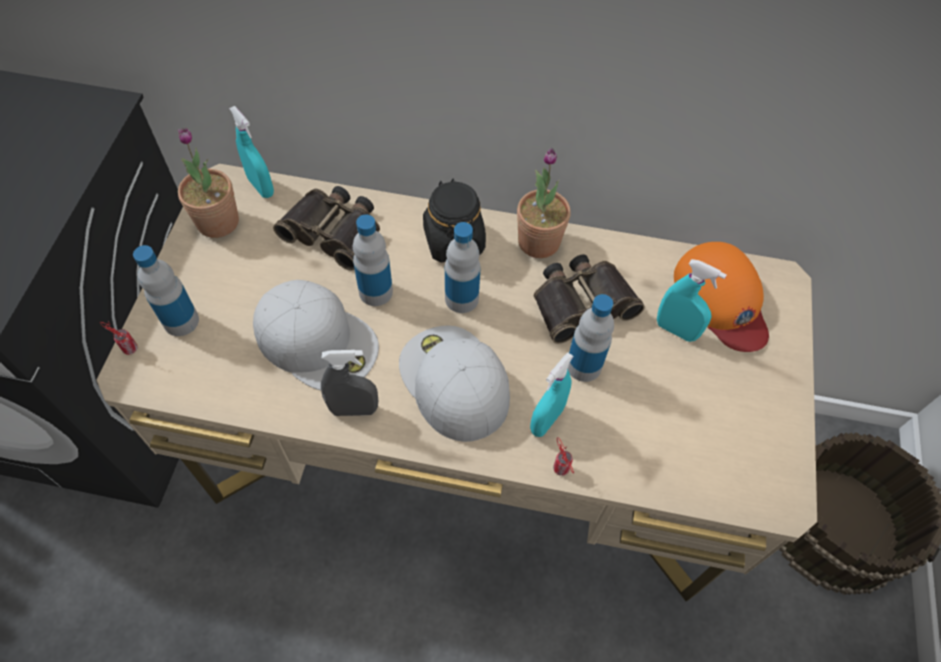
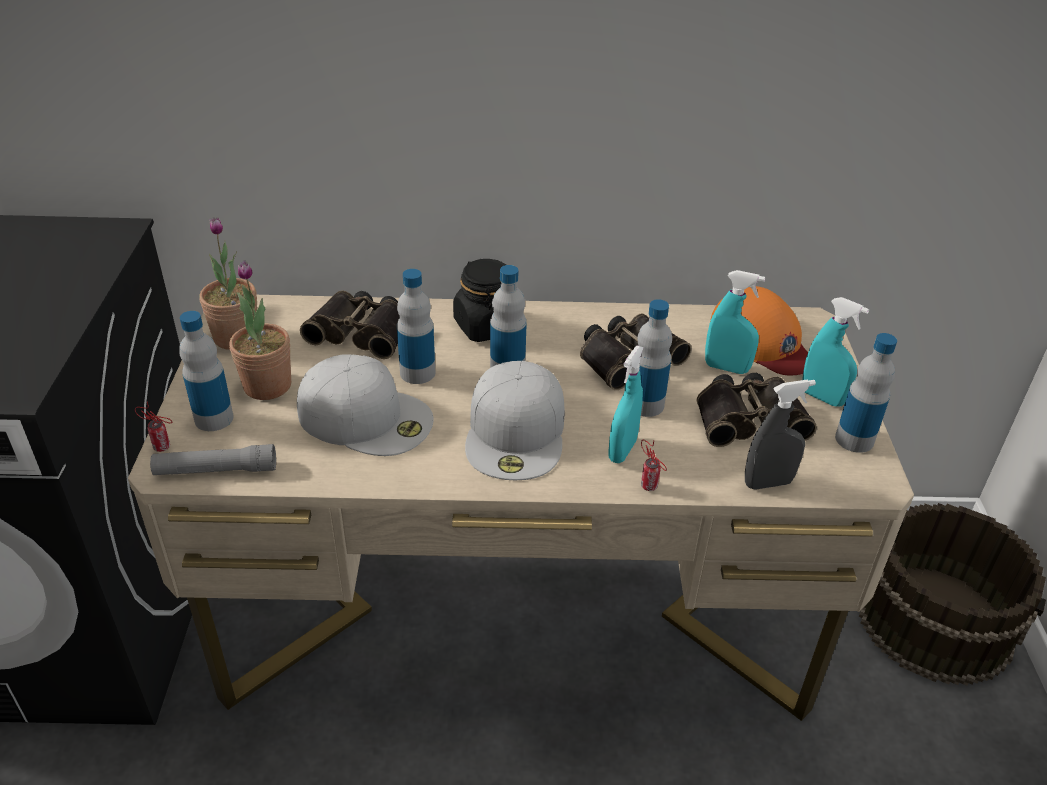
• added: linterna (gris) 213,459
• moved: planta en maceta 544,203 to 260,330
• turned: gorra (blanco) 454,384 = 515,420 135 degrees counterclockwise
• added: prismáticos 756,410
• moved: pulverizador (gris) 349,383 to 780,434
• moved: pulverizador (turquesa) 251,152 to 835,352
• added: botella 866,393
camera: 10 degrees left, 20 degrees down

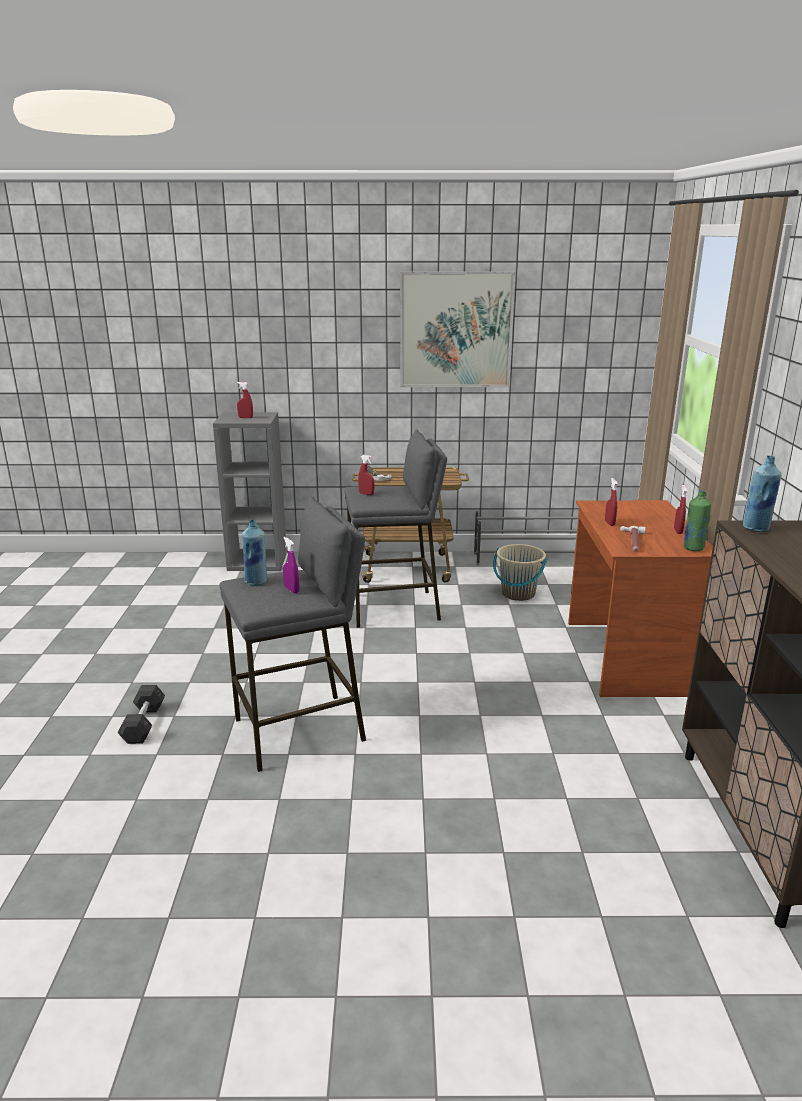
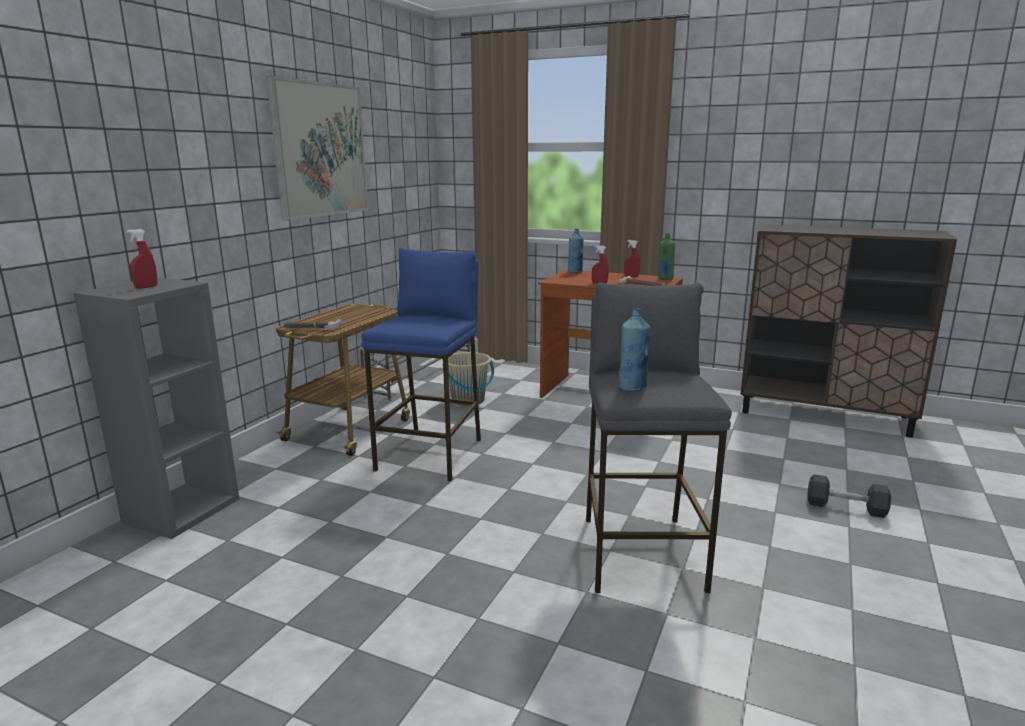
• recoloured: taburete (gris) 395,528 to taburete (azul) 421,364
• moved: botella (azul) 762,494 to 575,251
• moved: mancuerna (gris) 141,714 to 849,496
• removed: pulverizador (morado) 291,565
• removed: pulverizador (rojo) 366,475
camera: 65 degrees left, 5 degrees down

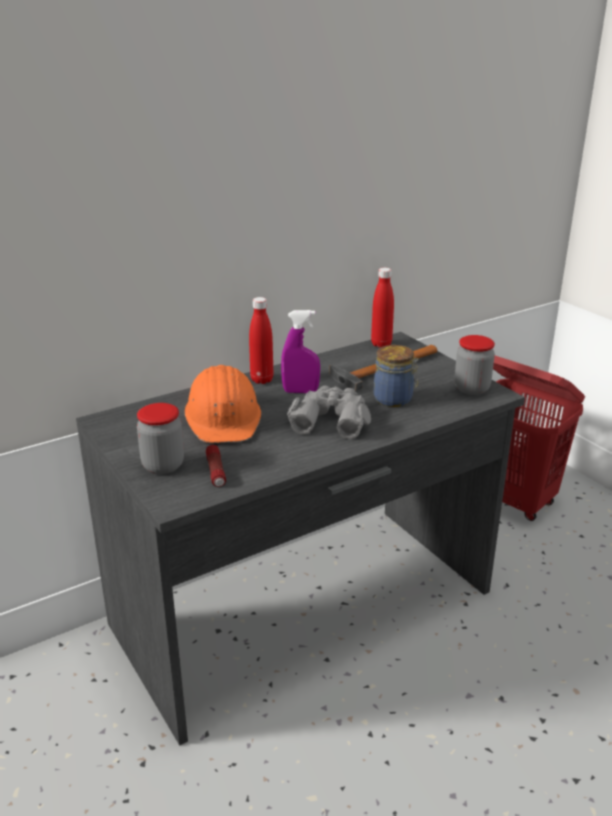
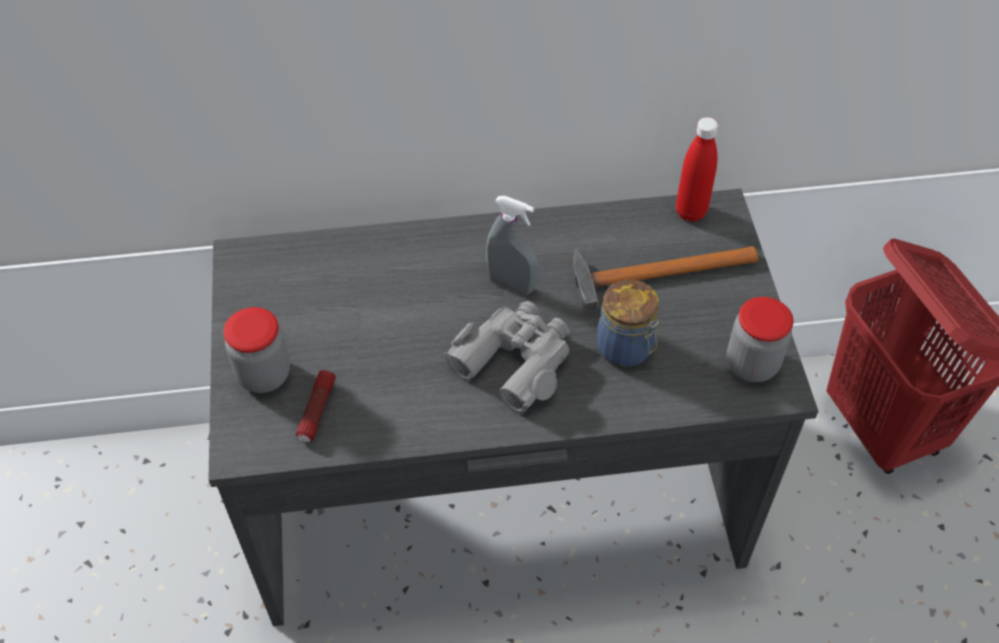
• recoloured: pulverizador (morado) 300,351 to pulverizador (gris) 512,245
• removed: casco (naranja) 222,404
• removed: botella (rojo) 261,340
camera: 25 degrees right, 25 degrees up

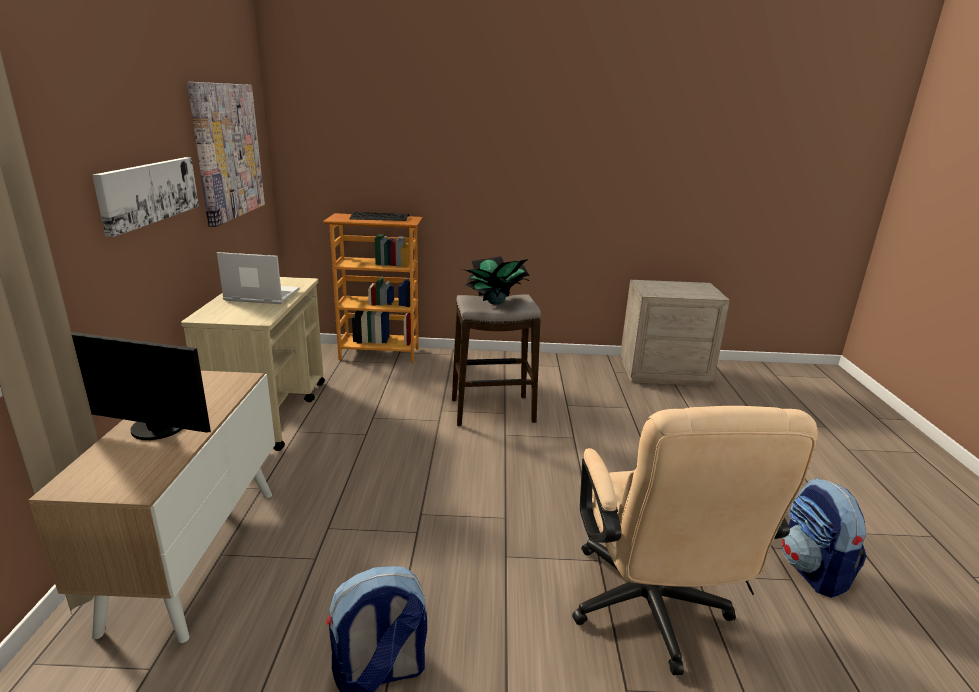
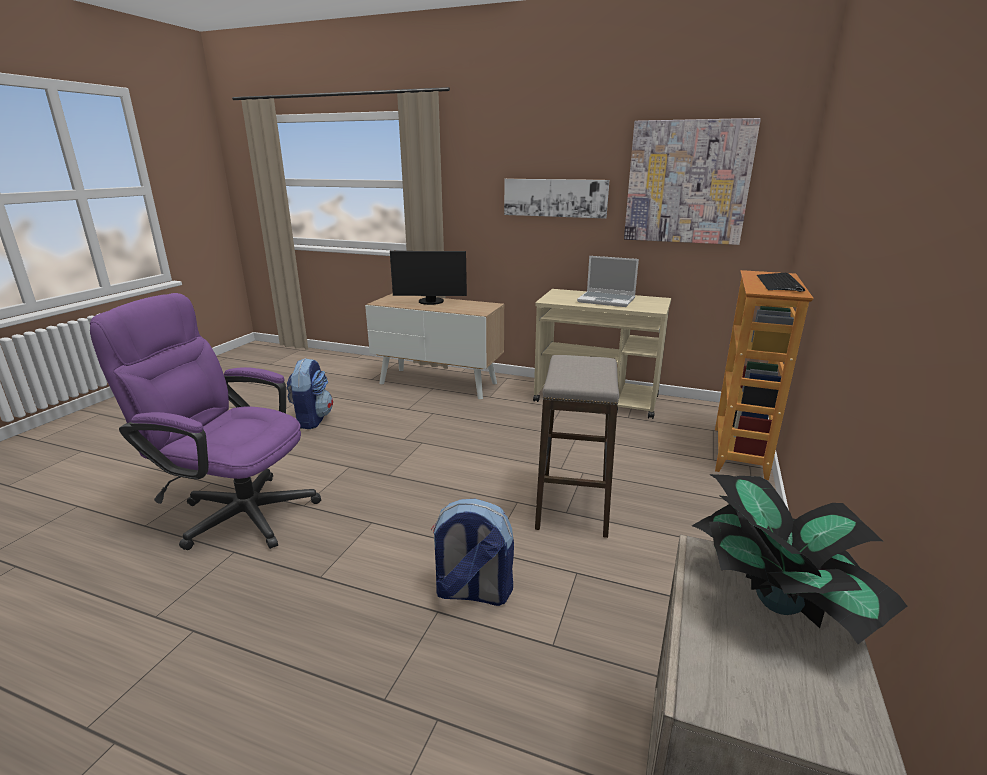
• recoloured: silla de oficina (beis) 695,540 to silla de oficina (morado) 205,421
• turned: monitor 141,386 = 428,278 120 degrees counterclockwise
• moved: mochila 824,538 to 472,552
• turned: portátil 258,278 = 608,281 90 degrees clockwise
• moved: planta en maceta 494,280 to 799,559
camera: 110 degrees right, 0 degrees up

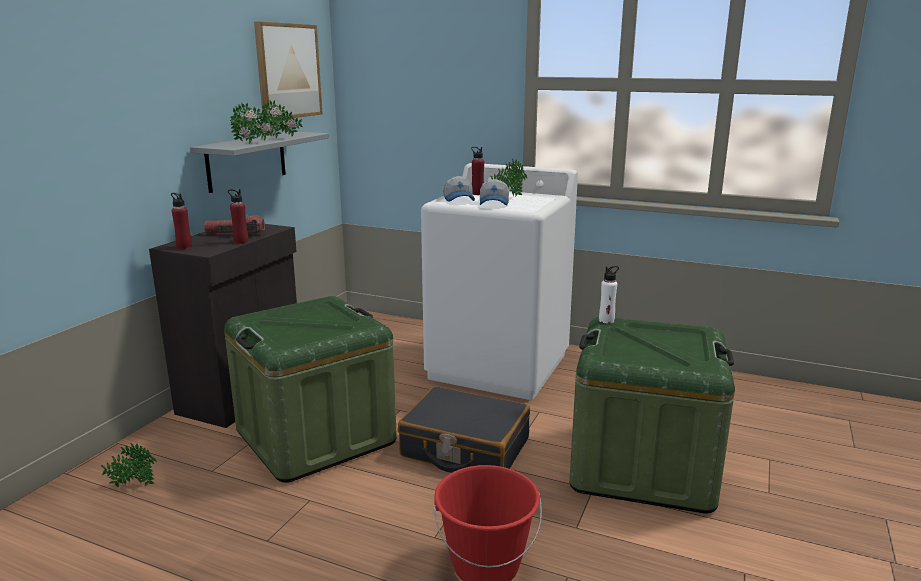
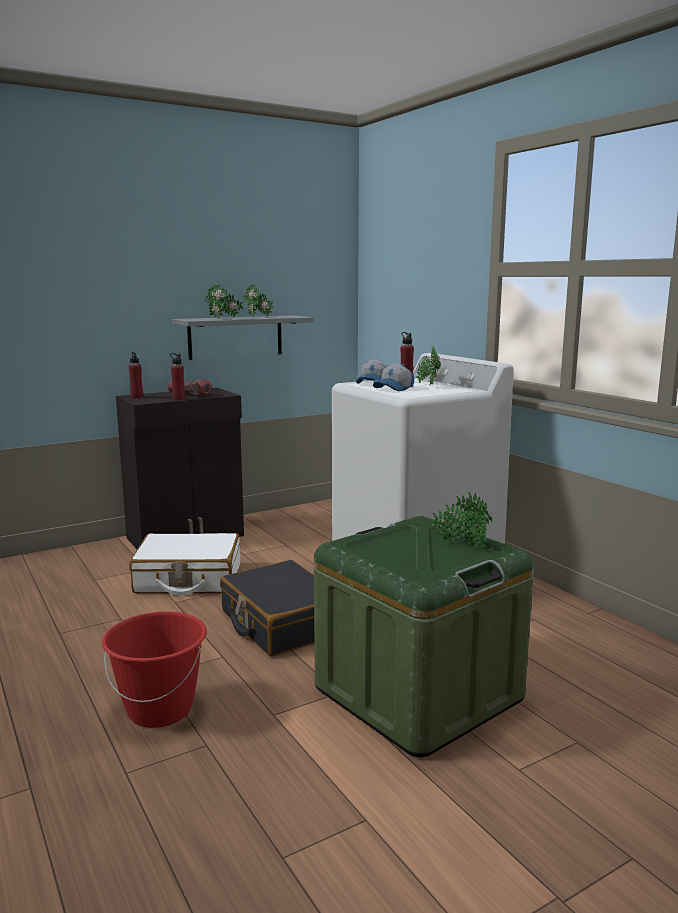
• replaced: caja de almacenaje (verde) 310,389 to maleta (blanco) 184,564
• moved: planta en maceta 129,465 to 462,520
• removed: cuadro 288,70
• removed: botella (blanco) 609,295
camera: 35 degrees right, 5 degrees down

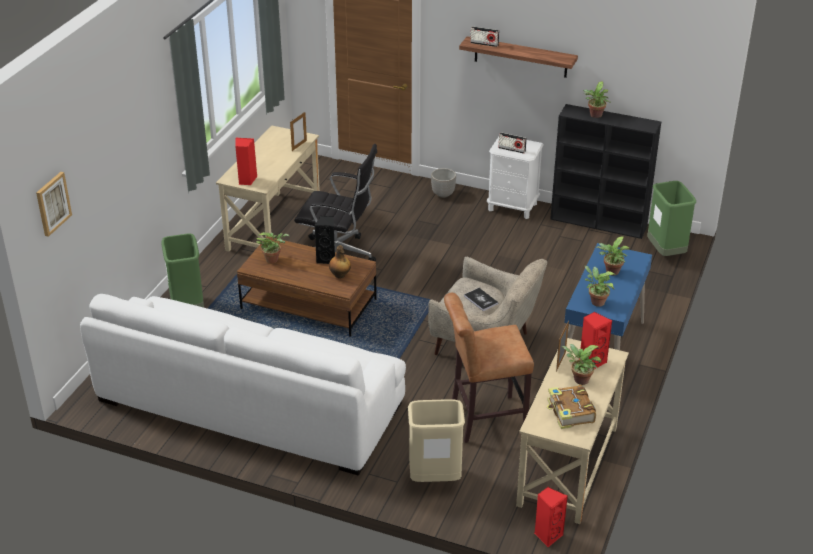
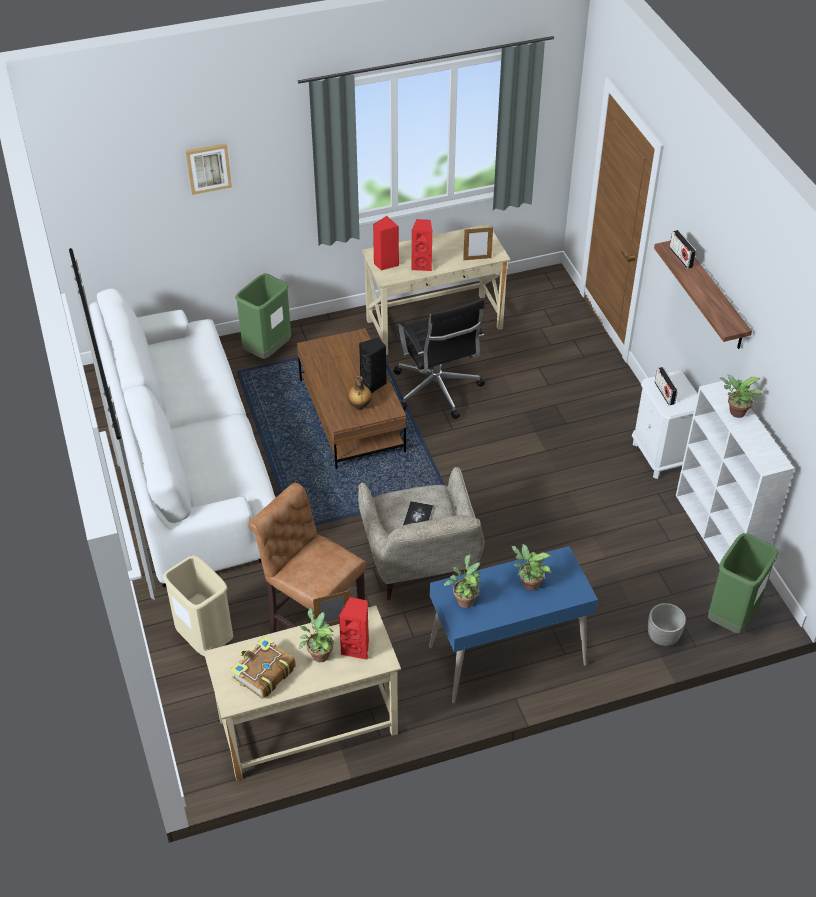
• moved: cuadro 54,204 to 209,169
• moved: altavoz (rojo) 551,517 to 422,245
• moved: maceta 443,183 to 667,624
• recoloured: estantería (negro) 605,171 to estantería (blanco) 735,471
• removed: planta en maceta 272,247
camera: 50 degrees right, 10 degrees up

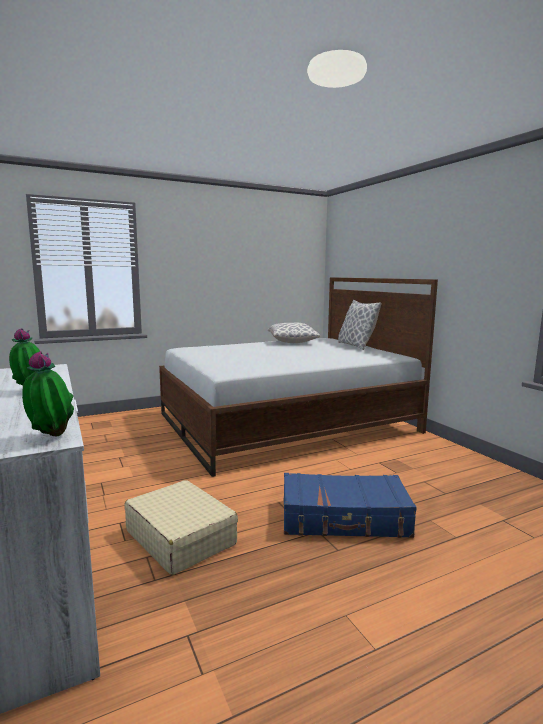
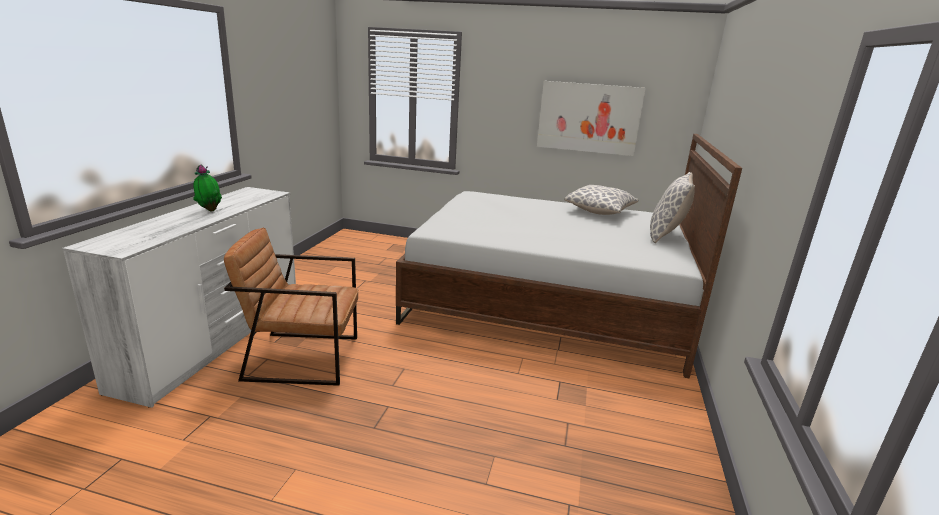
• replaced: maleta (beis) 181,527 to sillón (marrón) 291,306
• added: cuadro 591,118
• removed: planta en maceta 48,394
• removed: maleta (azul) 350,505
camera: 40 degrees right, 10 degrees up

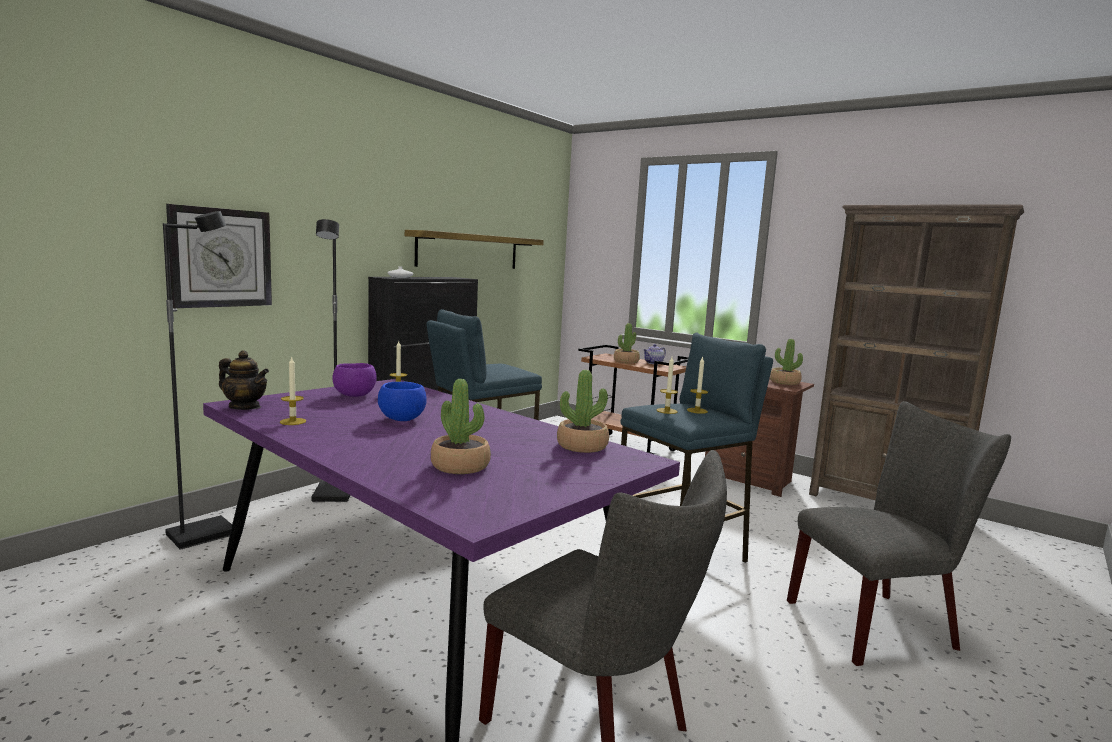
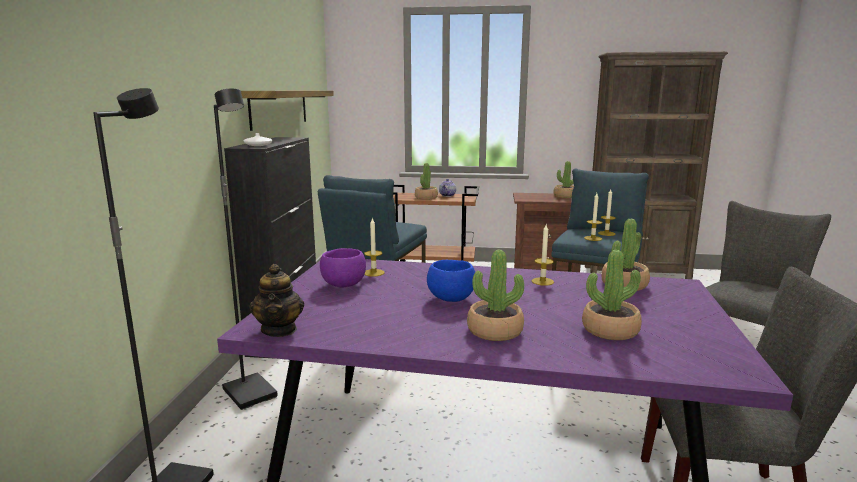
• turned: tetera 244,380 = 276,300 90 degrees clockwise
• added: planta en maceta 495,295
• moved: vela 293,390 to 543,255
• removed: reloj de pared 219,256
camera: 30 degrees left, 5 degrees up

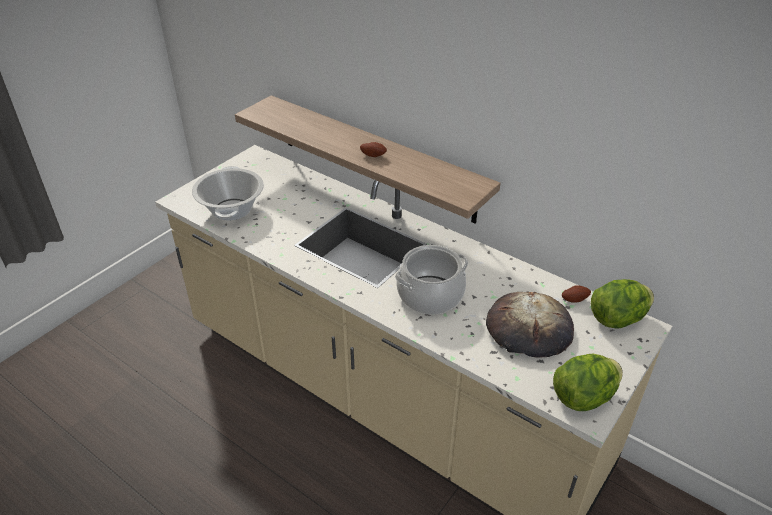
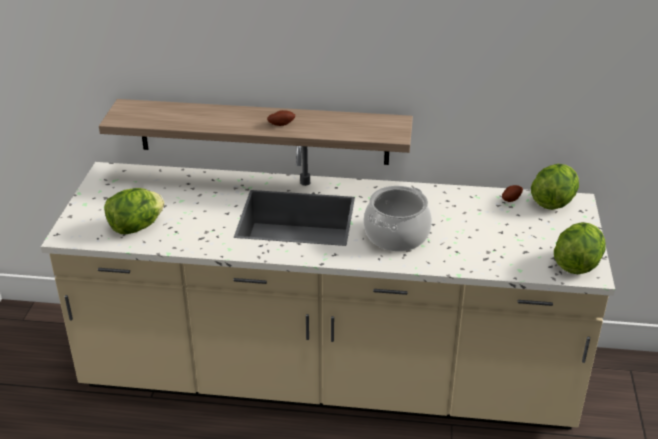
• replaced: olla 228,193 to lechuga 134,211
• removed: pan 530,324
camera: 30 degrees left, 5 degrees down

